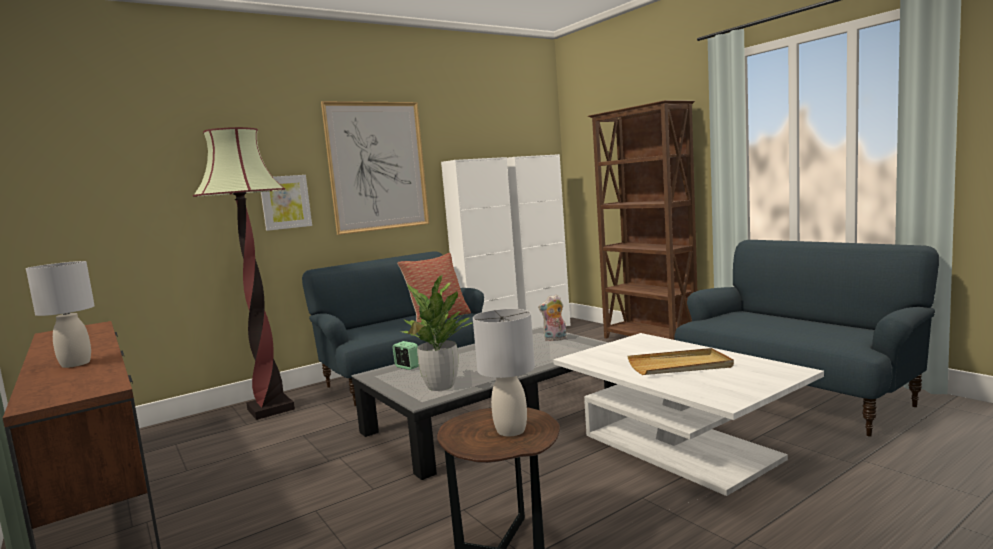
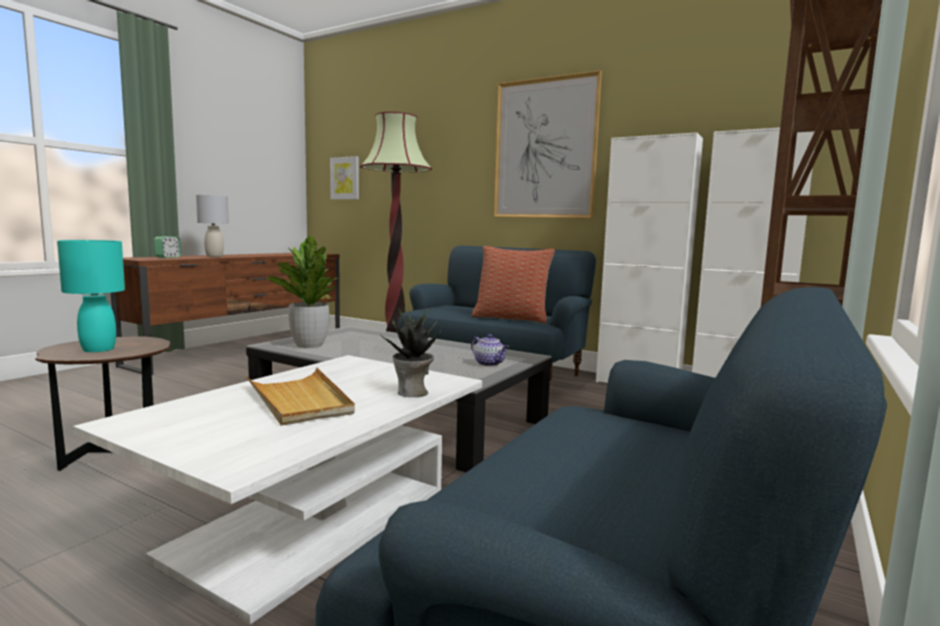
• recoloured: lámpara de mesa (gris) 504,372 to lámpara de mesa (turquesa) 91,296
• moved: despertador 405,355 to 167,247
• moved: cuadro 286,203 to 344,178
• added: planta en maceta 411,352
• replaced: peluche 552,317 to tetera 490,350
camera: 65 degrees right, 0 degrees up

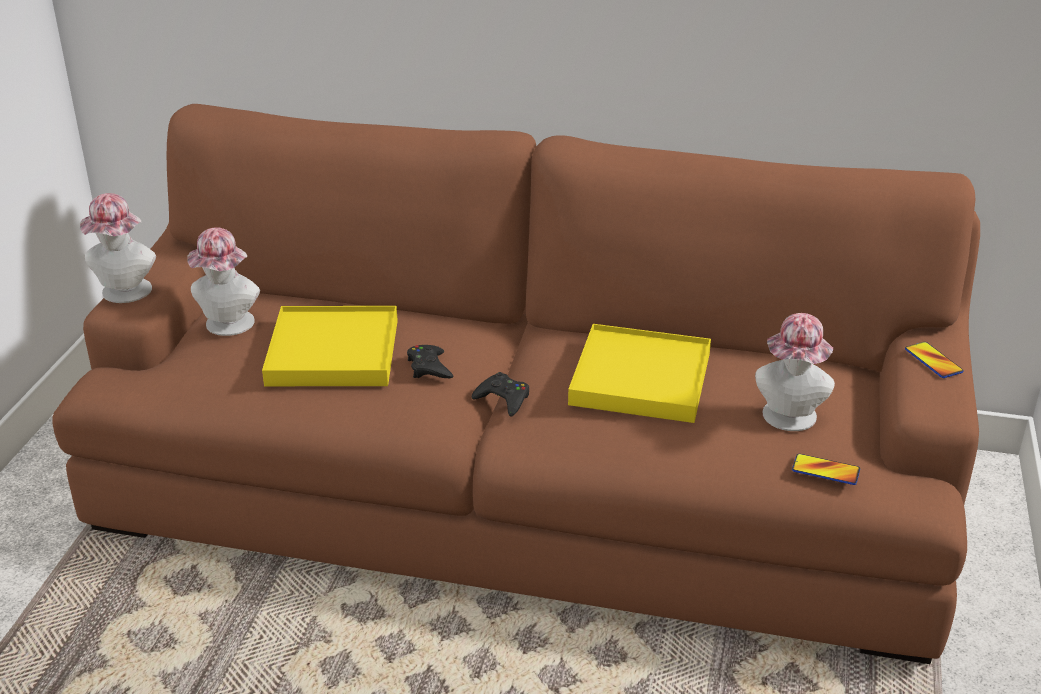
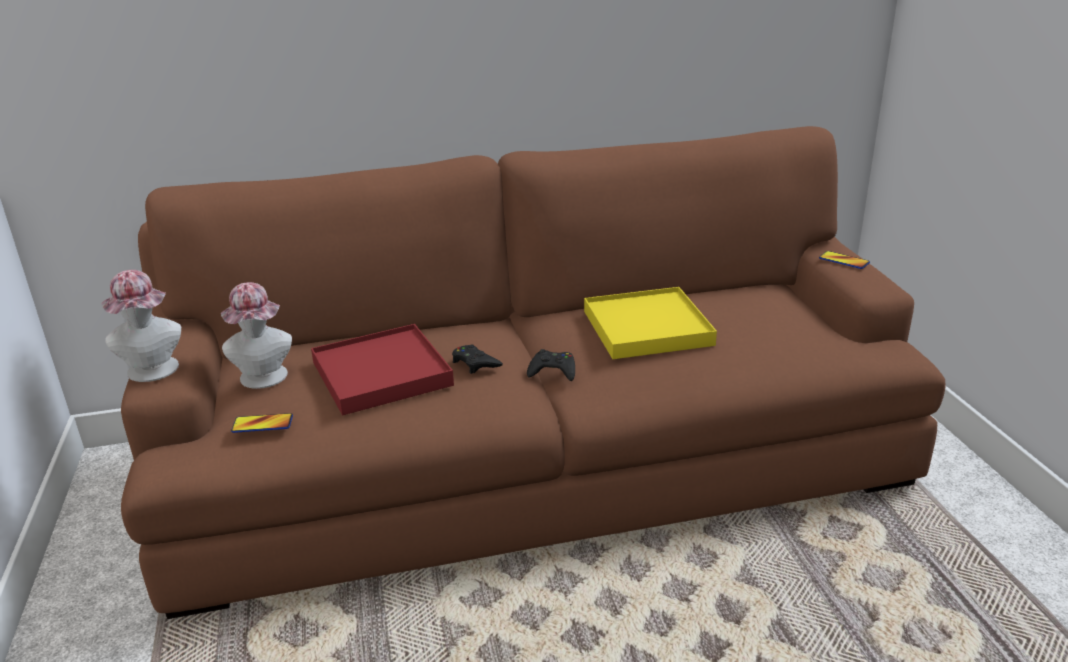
• moved: móvil 826,469 to 262,423
• recoloured: bandeja (amarillo) 330,346 to bandeja (rojo) 382,369
• removed: sombrero 795,372
camera: 25 degrees left, 5 degrees down

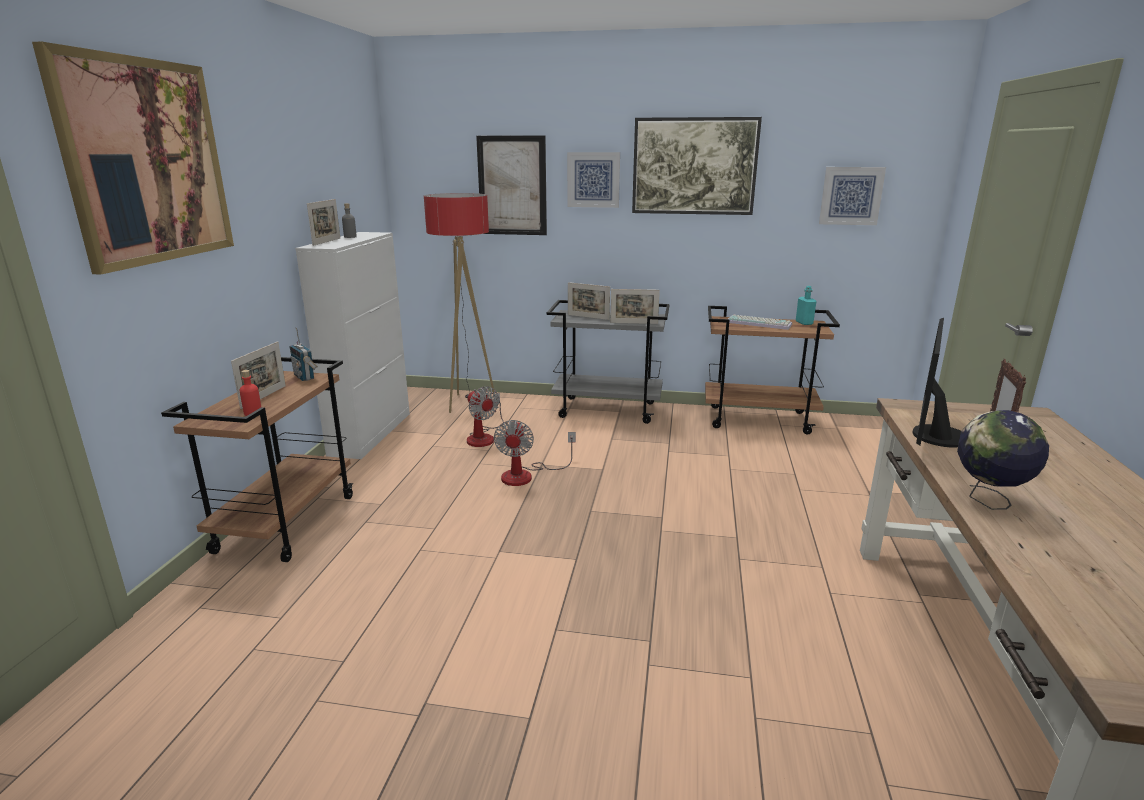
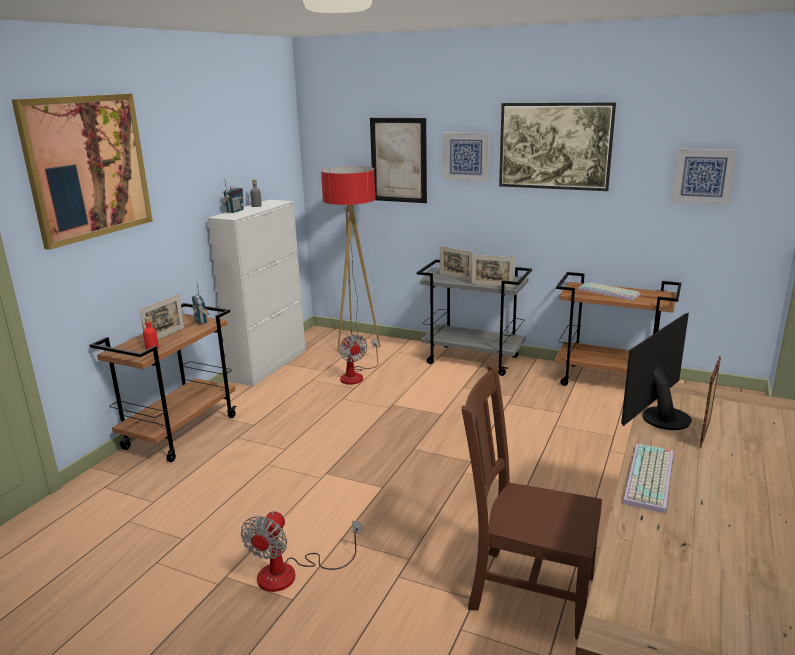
• replaced: portarretratos 323,222 to radio 233,195
• moved: ventilador 535,453 to 301,551
• added: silla (marrón) 532,502
• replaced: globo terráqueo 1003,460 to teclado 648,479
• removed: botella (turquesa) 806,305
camera: 15 degrees right, 0 degrees up

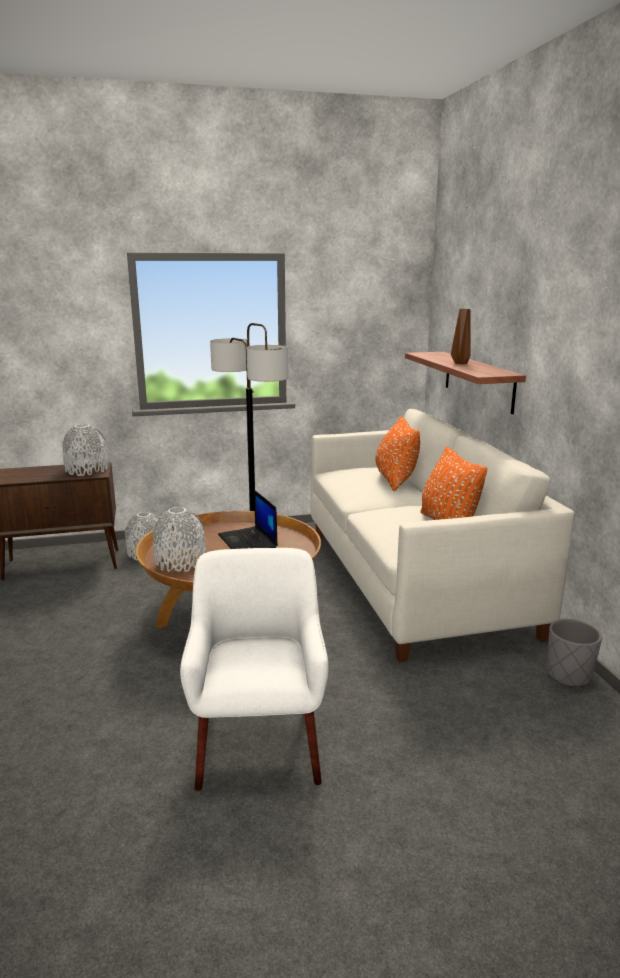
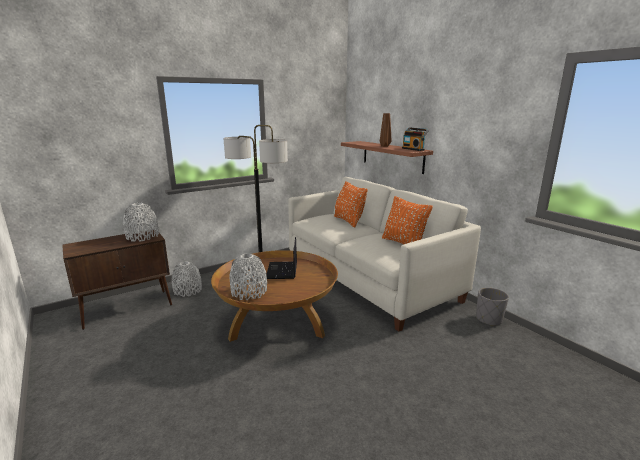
• turned: portátil 248,519 = 281,258 45 degrees clockwise
• added: radio 415,139
• removed: sillón (blanco) 254,669
camera: 20 degrees left, 0 degrees up

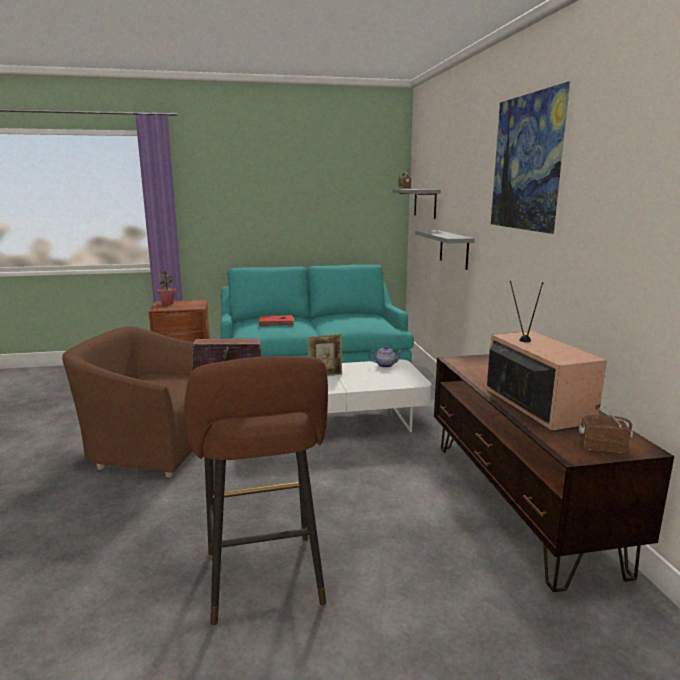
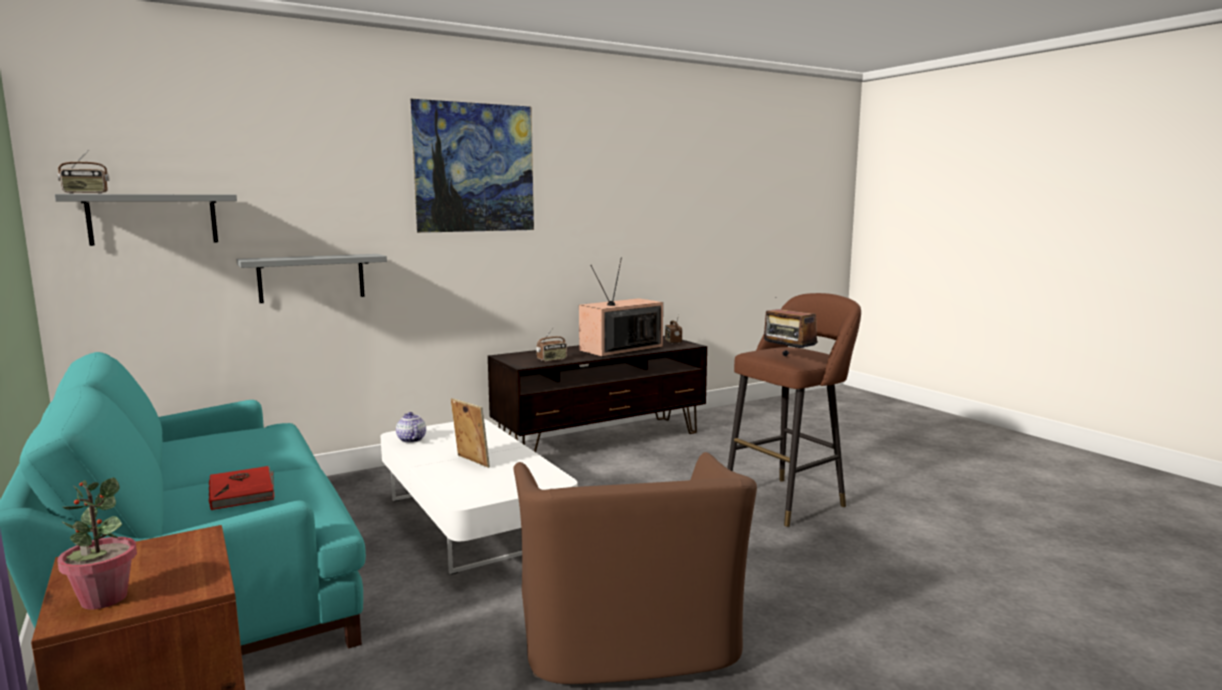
• added: radio 551,344
camera: 110 degrees left, 5 degrees down

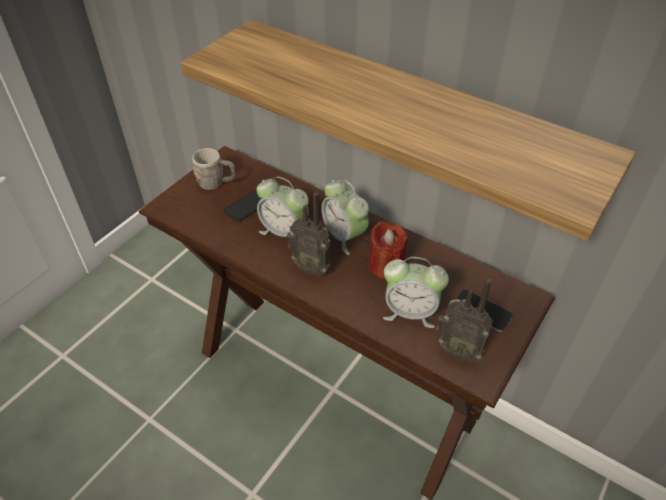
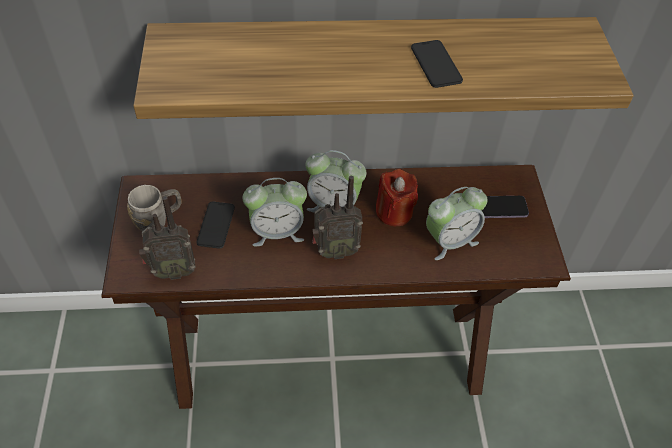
• moved: radio 464,320 to 167,238
• added: móvil 437,64
camera: 40 degrees left, 5 degrees up

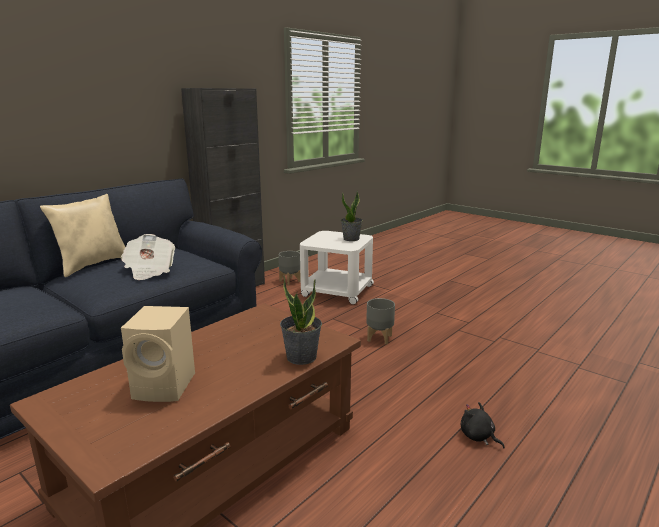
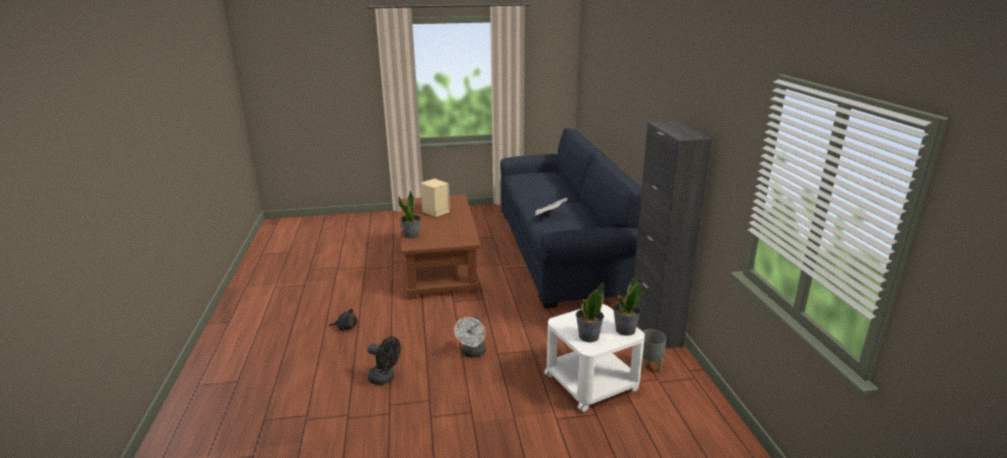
• added: ventilador (negro) 384,360
• replaced: maceta (gris) 380,321 to ventilador (blanco) 470,337
• added: planta en maceta 628,305
• removed: cojín (beis) 83,235
camera: 130 degrees right, 5 degrees up

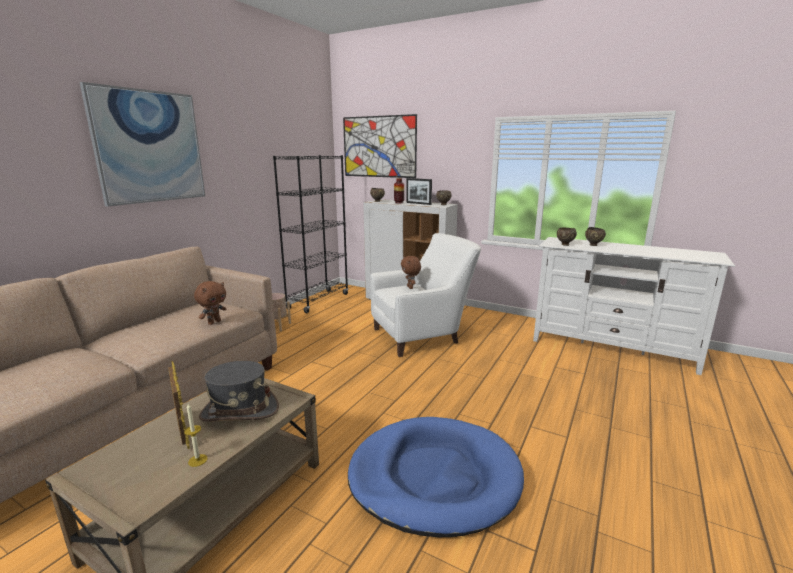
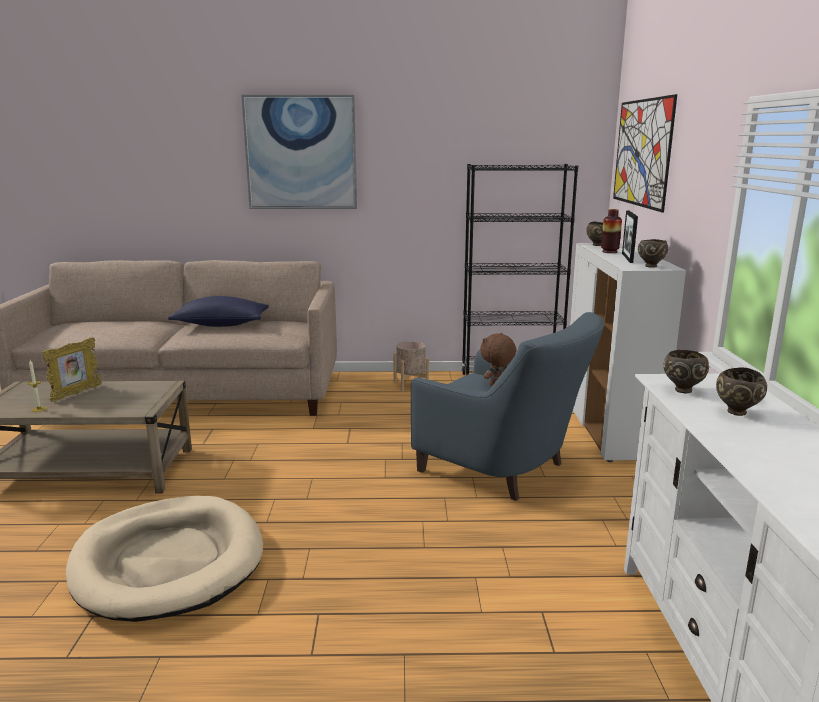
• recoloured: cama para perro (azul) 436,477 to cama para perro (beis) 164,559
• added: cojín (azul) 218,311
• recoloured: sillón (blanco) 425,295 to sillón (azul) 507,406
• removed: peluche (marrón) 210,303
• removed: sombrero (gris) 239,391
camera: 60 degrees right, 0 degrees up

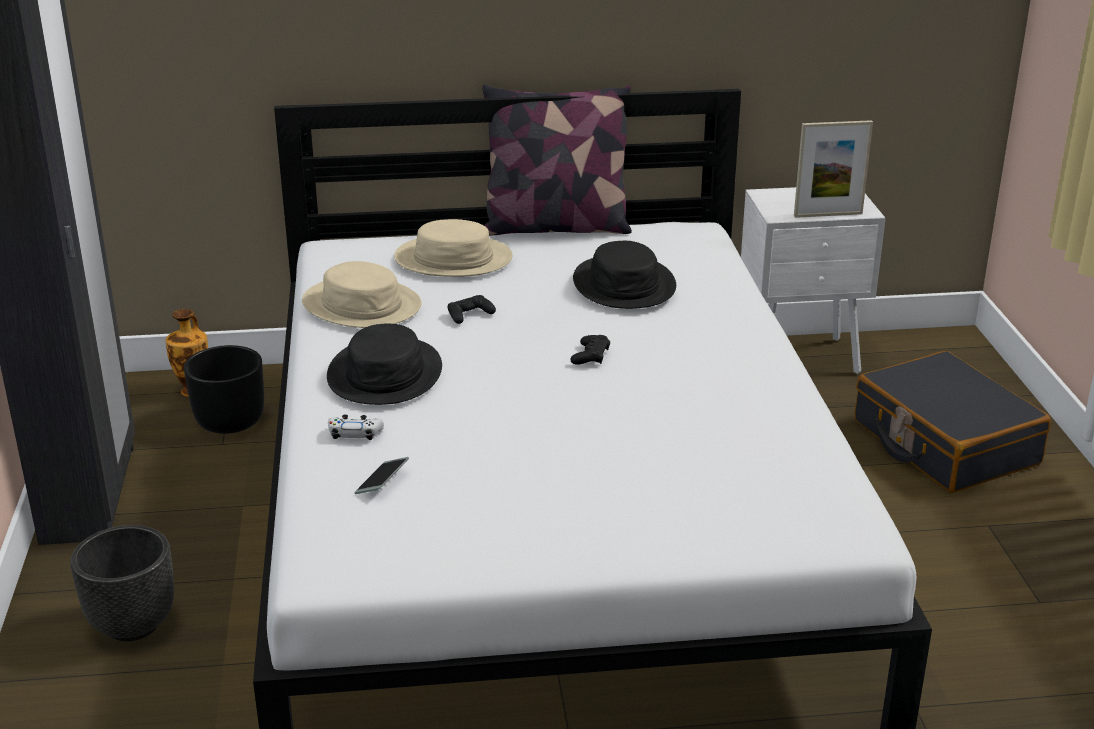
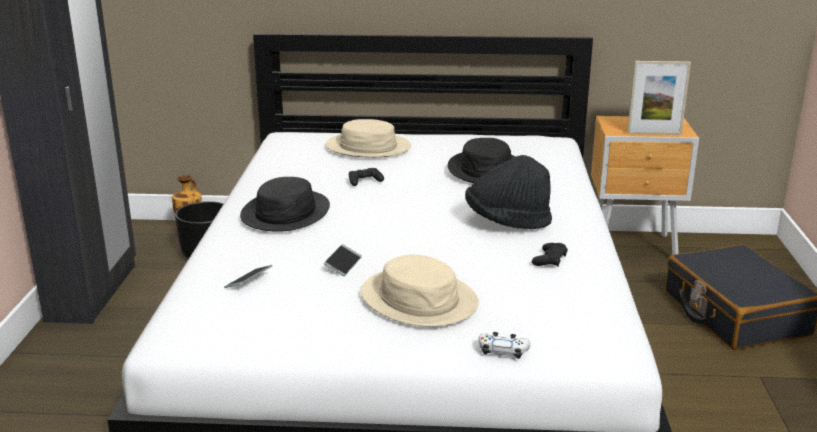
• added: móvil 343,260
• moved: sombrero (beis) 362,294 to 420,291
• added: sombrero (negro) 508,192
• moved: mando de consola (blanco) 356,427 to 504,345
• moved: mando de consola (negro) 590,350 to 550,255
• recoloured: mesita de noche (blanco) 813,280 to mesita de noche (marrón) 645,185
• removed: maceta (negro) 122,583
• removed: cojín 557,160
camera: 10 degrees right, 5 degrees down

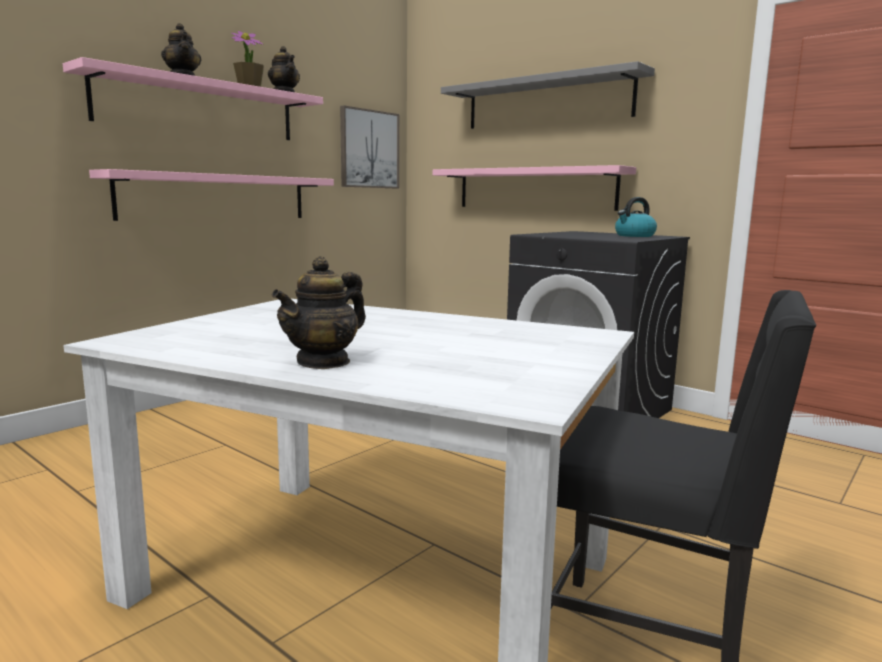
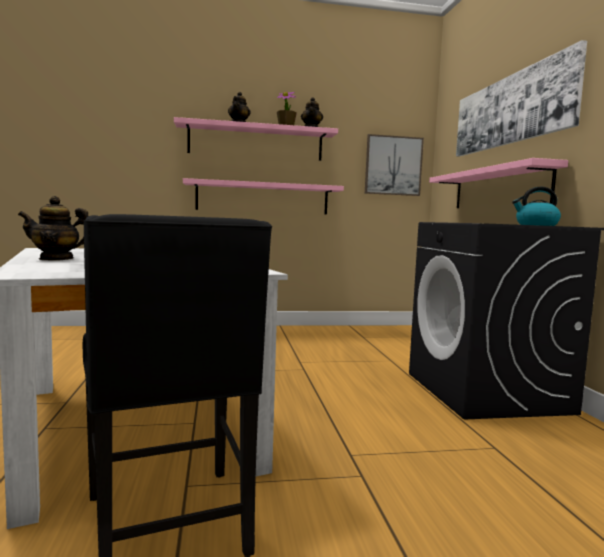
• replaced: estante (gris) 548,95 to cuadro 521,98
camera: 40 degrees right, 5 degrees down

